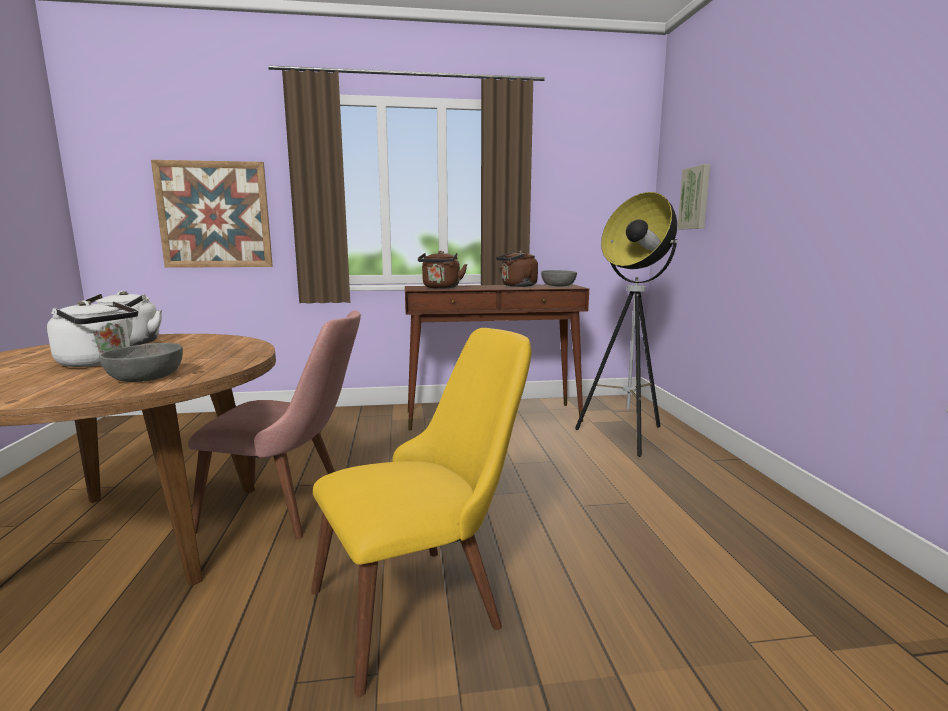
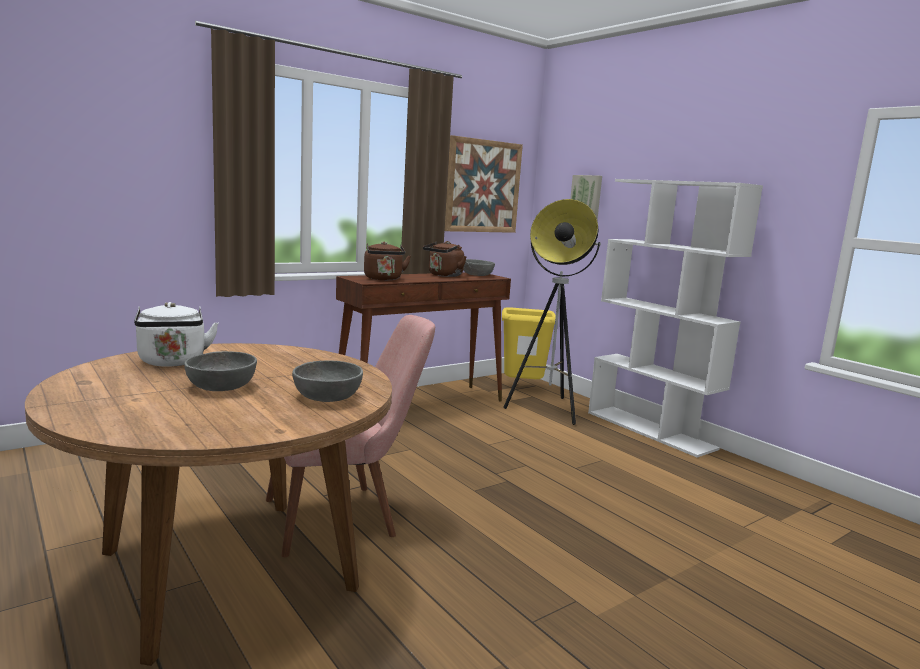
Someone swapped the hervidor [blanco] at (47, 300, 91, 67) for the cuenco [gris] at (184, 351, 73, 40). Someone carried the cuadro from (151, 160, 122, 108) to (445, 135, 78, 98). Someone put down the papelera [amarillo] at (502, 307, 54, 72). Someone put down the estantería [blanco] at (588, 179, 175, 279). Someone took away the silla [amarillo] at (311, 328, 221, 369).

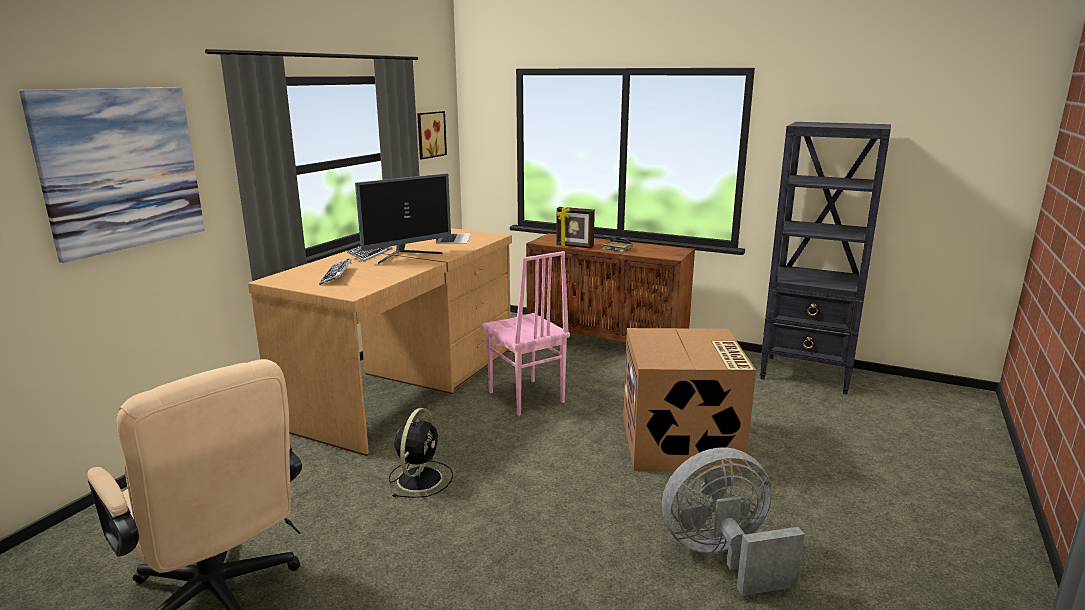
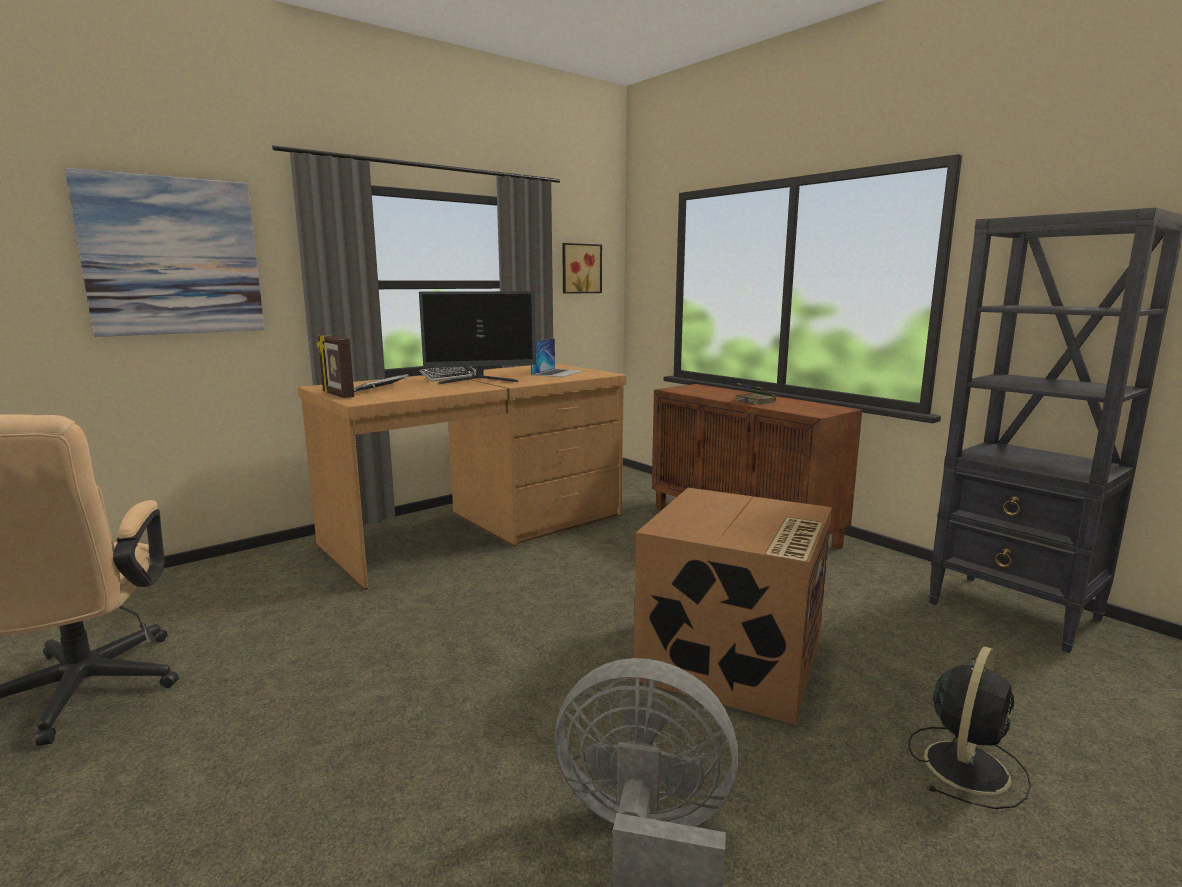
Someone carried the portarretratos from (556, 207, 39, 41) to (317, 334, 37, 64). Someone carried the ventilador [negro] from (389, 408, 64, 90) to (908, 646, 123, 163). Someone took away the silla [rosa] at (481, 251, 89, 165).

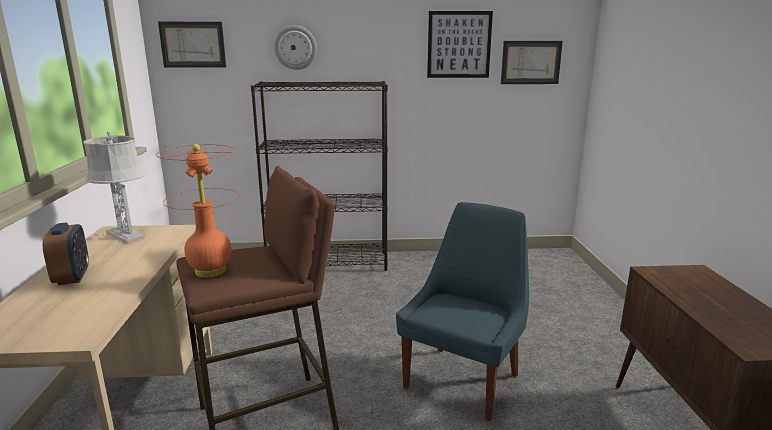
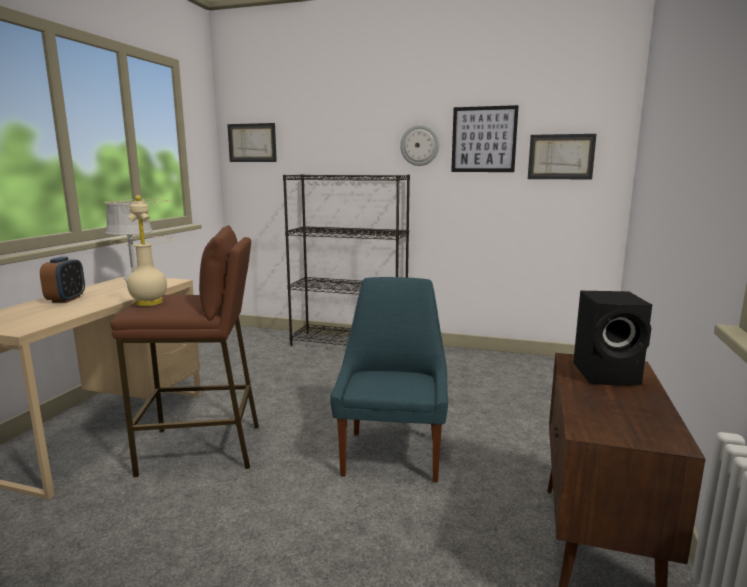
Someone repainted the lámpara de mesa [naranja] at (156, 144, 84, 133), which became the lámpara de mesa [beis] at (105, 195, 69, 111). Someone rotated the silla [azul] at (396, 202, 133, 219) by 45 degrees counterclockwise. Someone carried the reloj de pared from (274, 25, 43, 45) to (400, 125, 39, 41). Someone put down the altavoz [negro] at (573, 291, 79, 95).

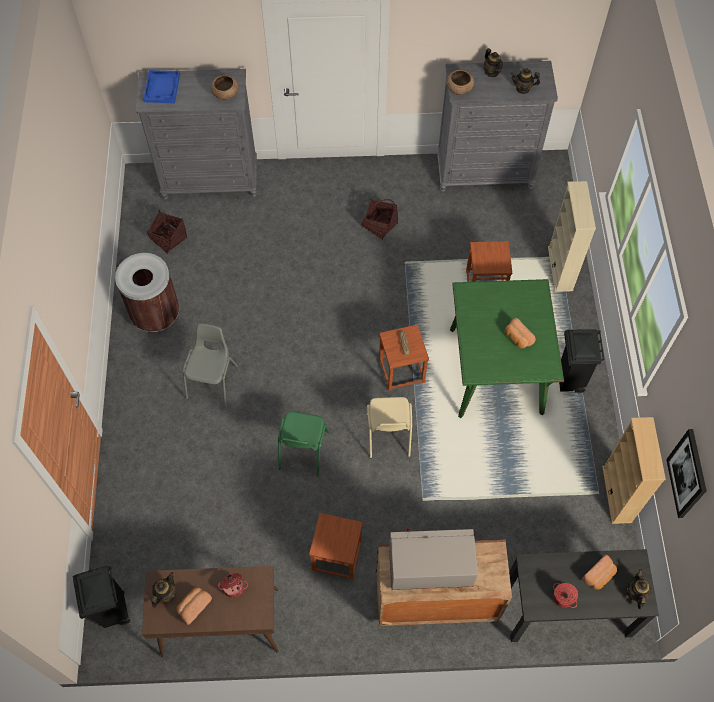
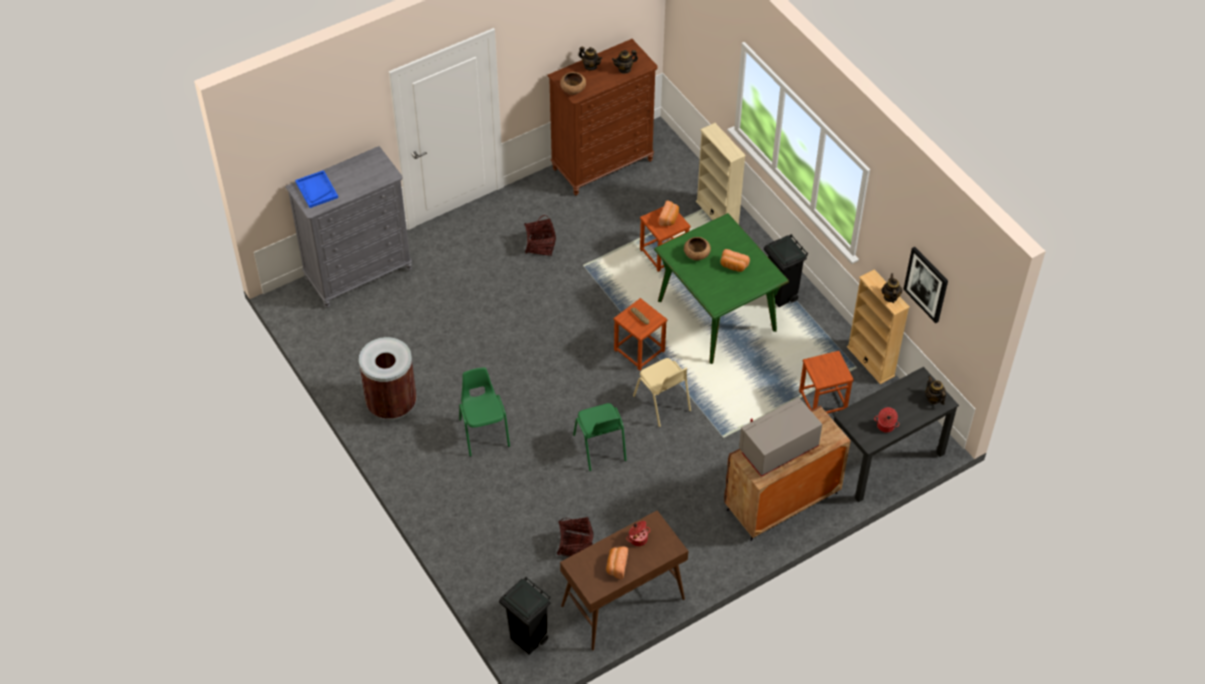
Someone repainted the silla [gris] at (183, 323, 55, 85), which became the silla [verde] at (459, 367, 51, 90). Someone repainted the cómoda [gris] at (437, 61, 121, 131), which became the cómoda [marrón] at (548, 39, 110, 157). Someone carried the cesta from (147, 210, 40, 44) to (557, 517, 37, 40). Someone carried the pan from (582, 555, 35, 35) to (659, 201, 20, 25). Someone carried the cuenco [marrón] from (211, 75, 28, 25) to (684, 237, 27, 24). Someone carried the taburete [marrón] from (309, 513, 54, 67) to (799, 351, 55, 63). Someone carried the tetera from (151, 572, 25, 36) to (881, 273, 22, 30).

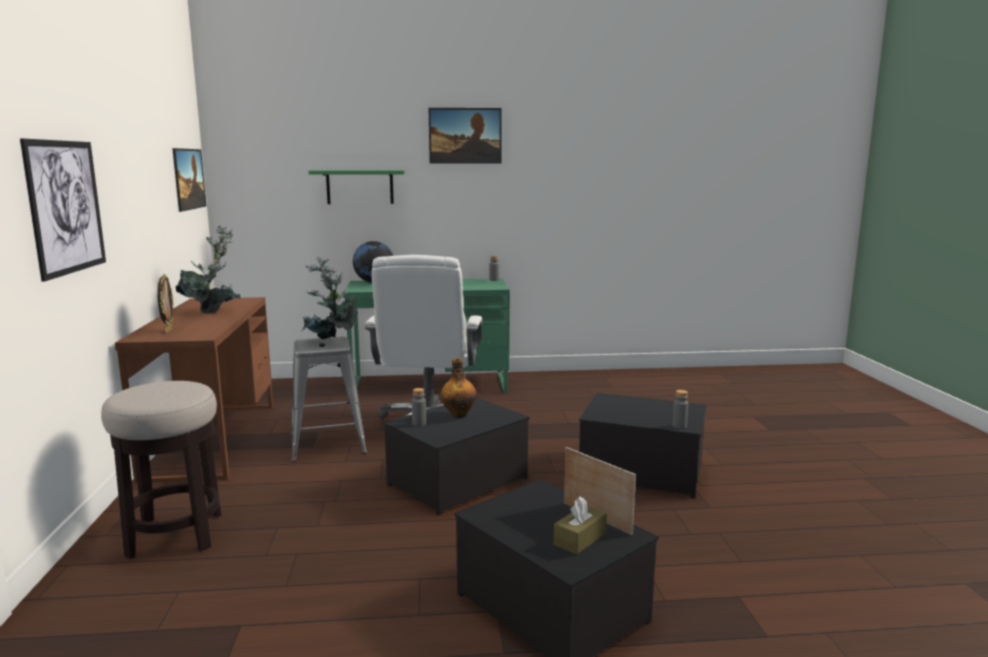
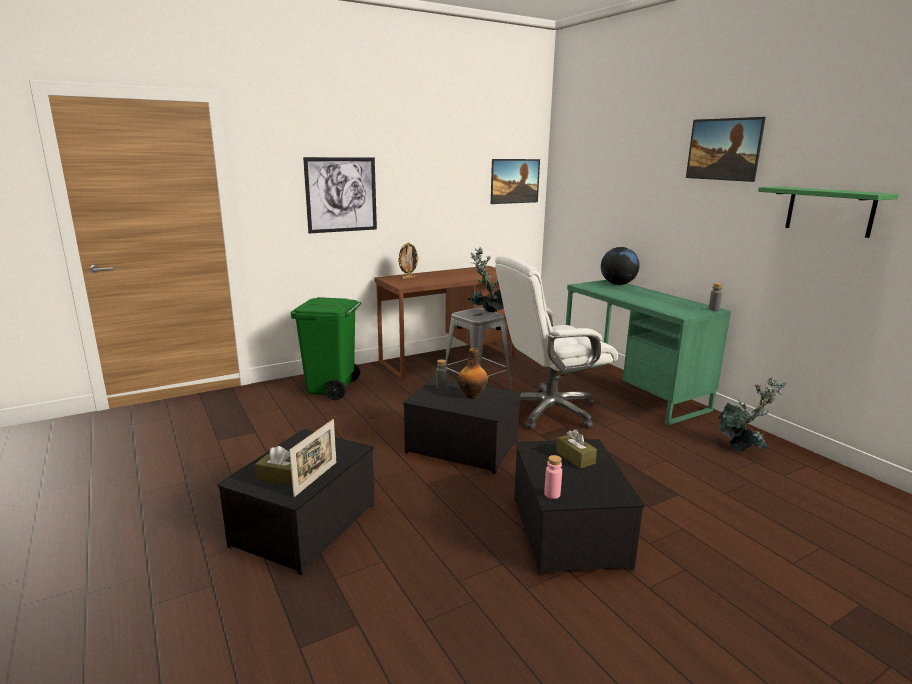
Someone swapped the taburete at (101, 381, 120, 178) for the papelera [verde] at (291, 297, 70, 103). Someone repainted the botella [gris] at (672, 390, 16, 39), which became the botella [rosa] at (544, 455, 18, 44). Someone put down the caja de pañuelos [marrón] at (556, 429, 41, 40). Someone carried the planta en maceta from (176, 226, 65, 88) to (719, 377, 67, 75). Someone carried the estante [verde] from (309, 170, 96, 34) to (758, 187, 141, 51).

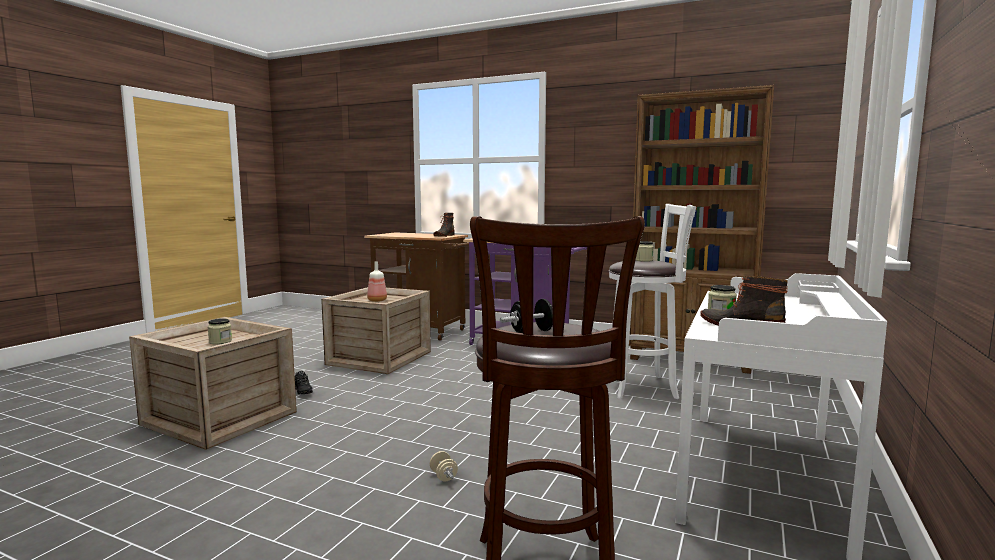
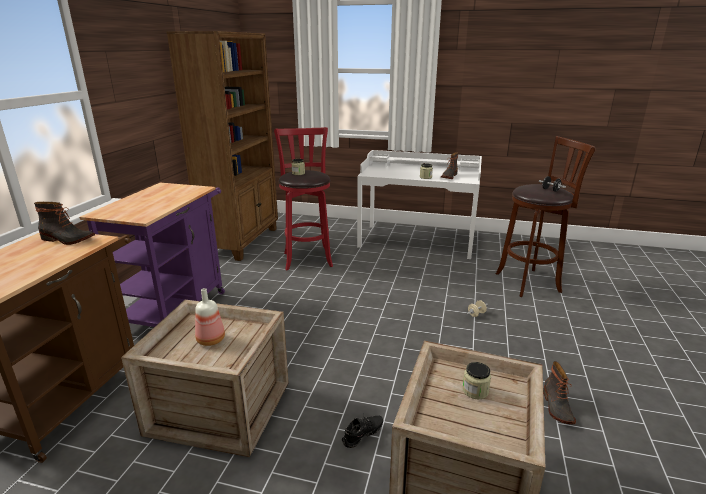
Someone repainted the taburete [blanco] at (609, 204, 87, 195), which became the taburete [rojo] at (274, 127, 59, 143). Someone put down the bota at (543, 361, 33, 63).

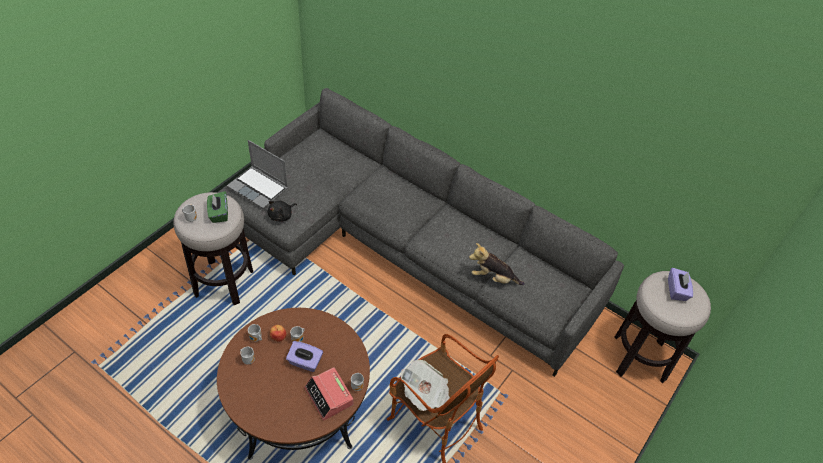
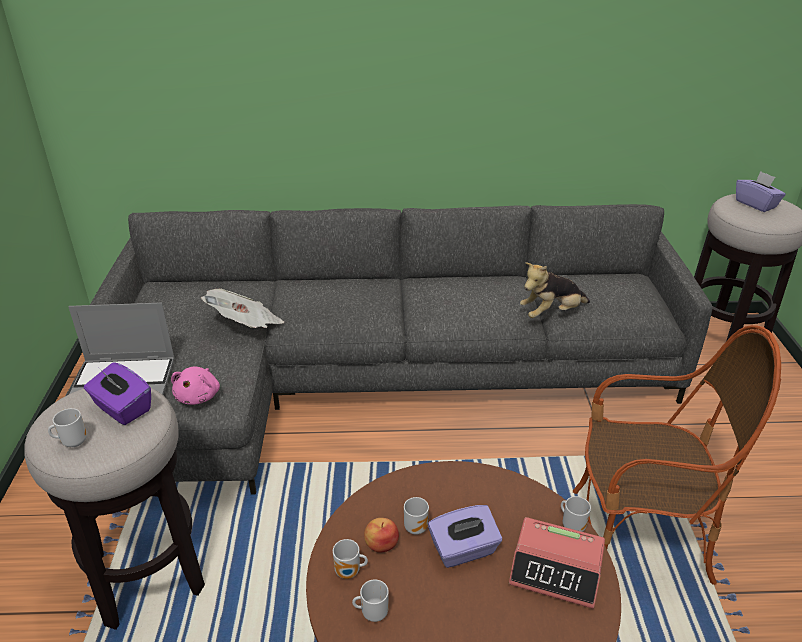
Someone repainted the caja de pañuelos [verde] at (207, 191, 21, 32), which became the caja de pañuelos [morado] at (84, 362, 67, 63). Someone repainted the peluche [negro] at (268, 201, 29, 21), which became the peluche [rosa] at (171, 366, 49, 39). Someone carried the periódico from (401, 360, 49, 51) to (201, 289, 83, 39).

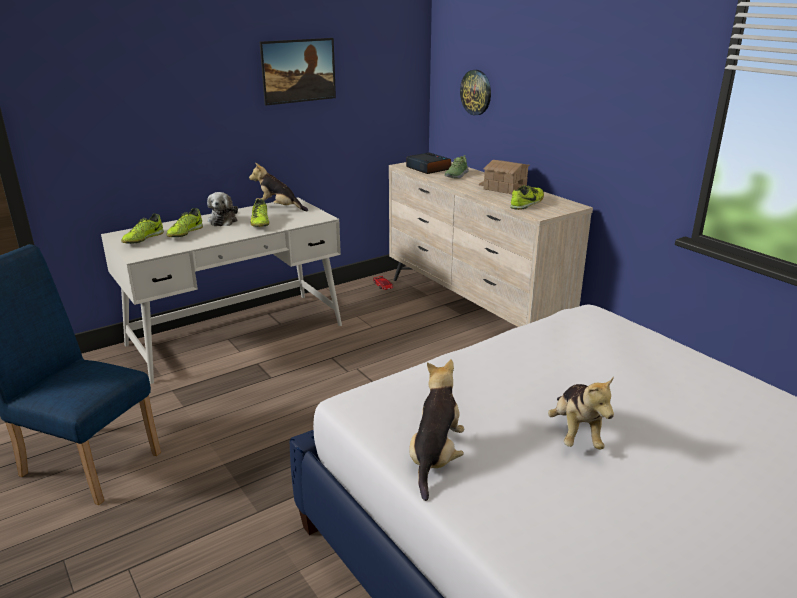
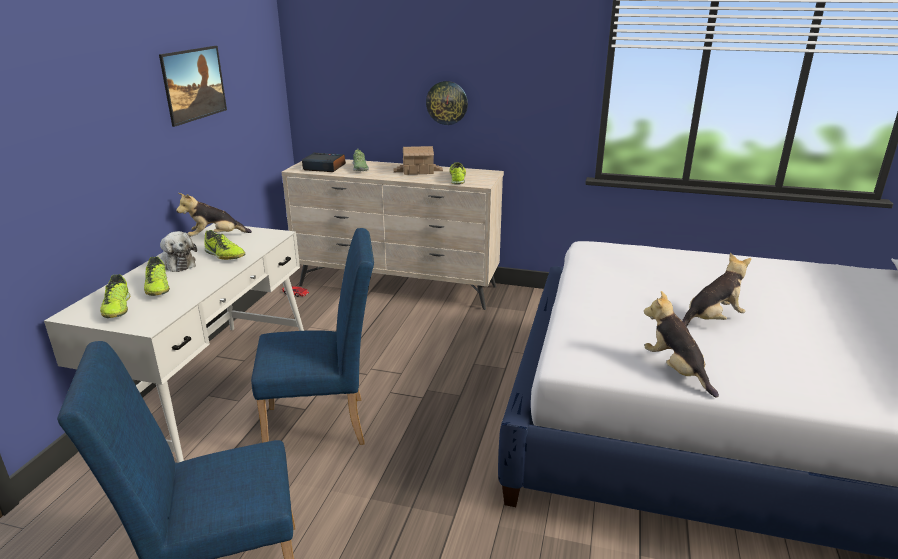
Someone put down the silla [azul] at (251, 228, 123, 217). Someone carried the reloj de pared from (460, 70, 31, 45) to (426, 81, 42, 44). Someone rotated the peluche at (548, 377, 66, 72) by 75 degrees counterclockwise.

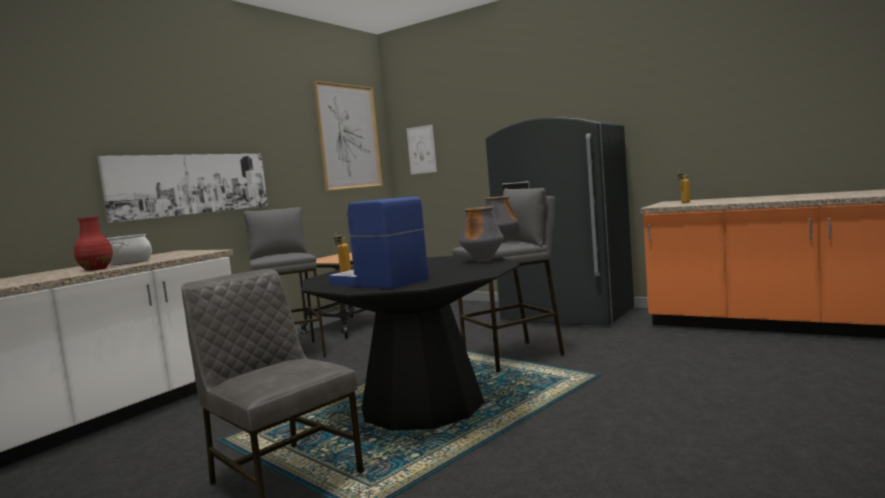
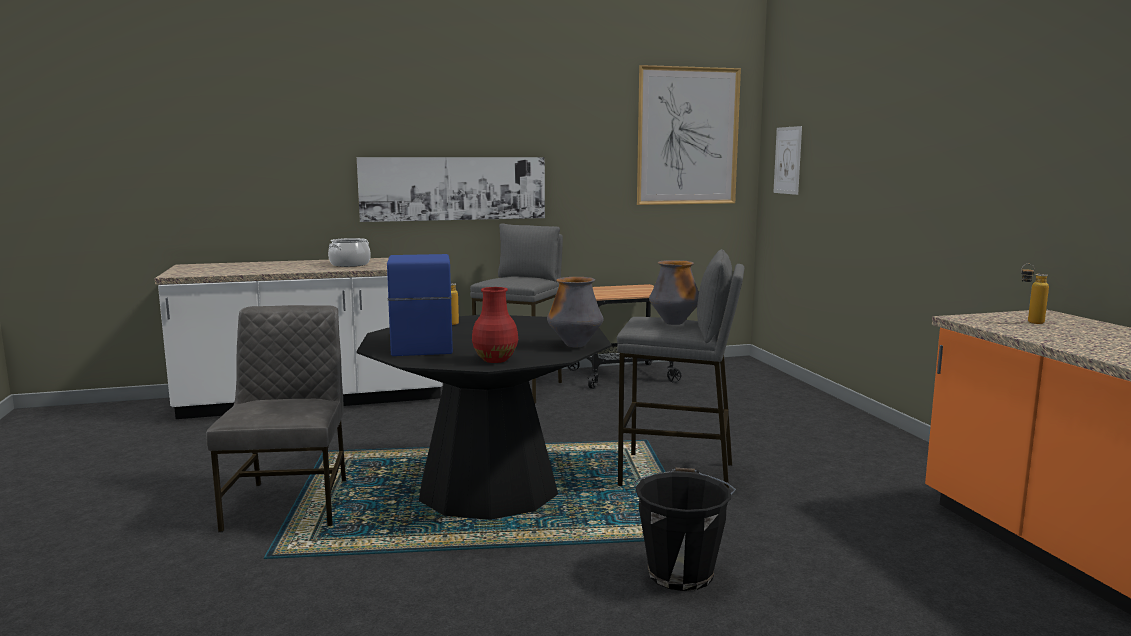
Someone carried the florero [rojo] from (74, 216, 39, 55) to (472, 287, 46, 76). Someone put down the cubo [negro] at (634, 467, 102, 124). Someone took away the nevera [gris] at (486, 118, 148, 208).

